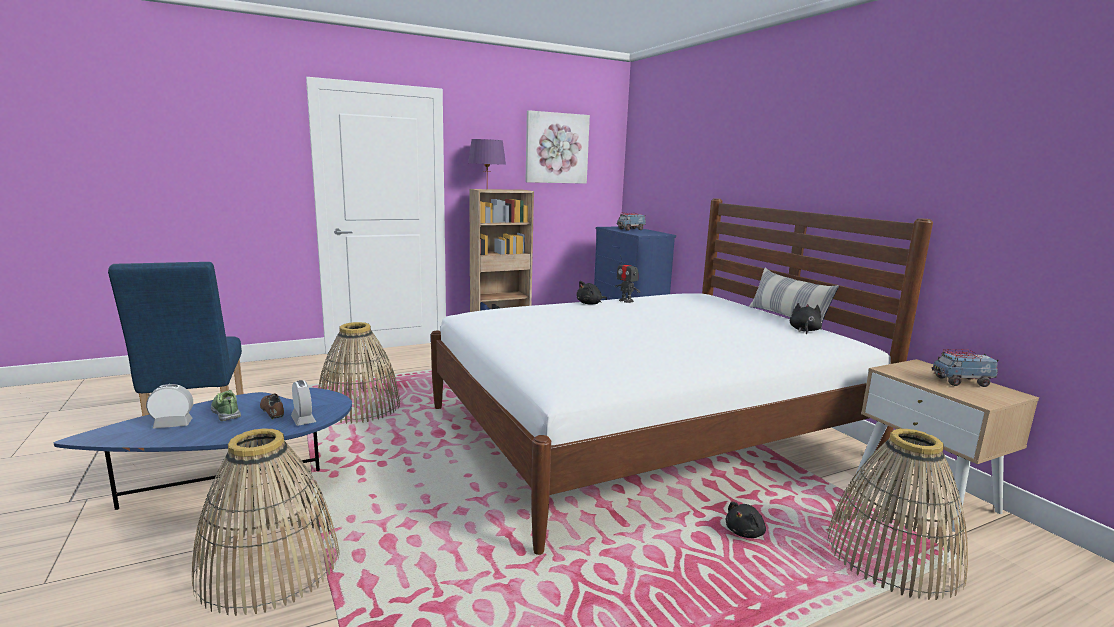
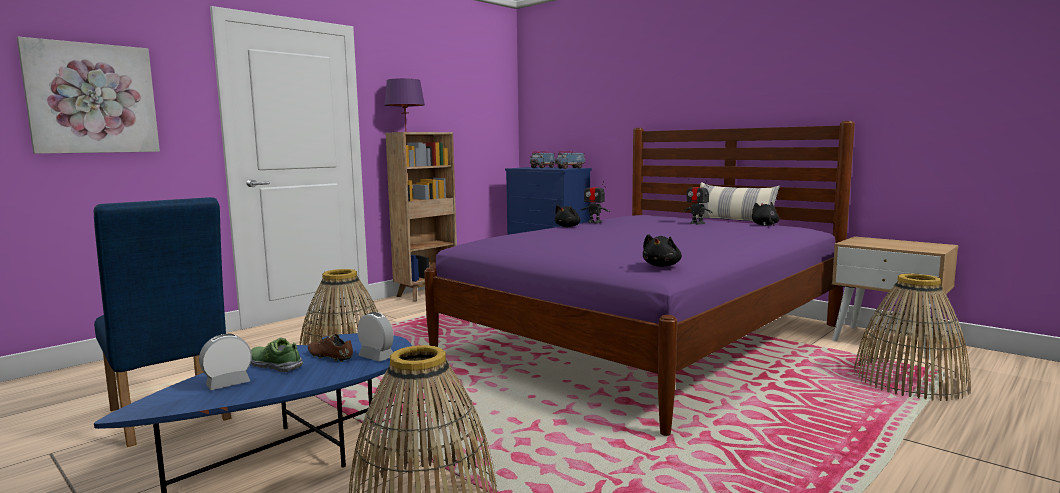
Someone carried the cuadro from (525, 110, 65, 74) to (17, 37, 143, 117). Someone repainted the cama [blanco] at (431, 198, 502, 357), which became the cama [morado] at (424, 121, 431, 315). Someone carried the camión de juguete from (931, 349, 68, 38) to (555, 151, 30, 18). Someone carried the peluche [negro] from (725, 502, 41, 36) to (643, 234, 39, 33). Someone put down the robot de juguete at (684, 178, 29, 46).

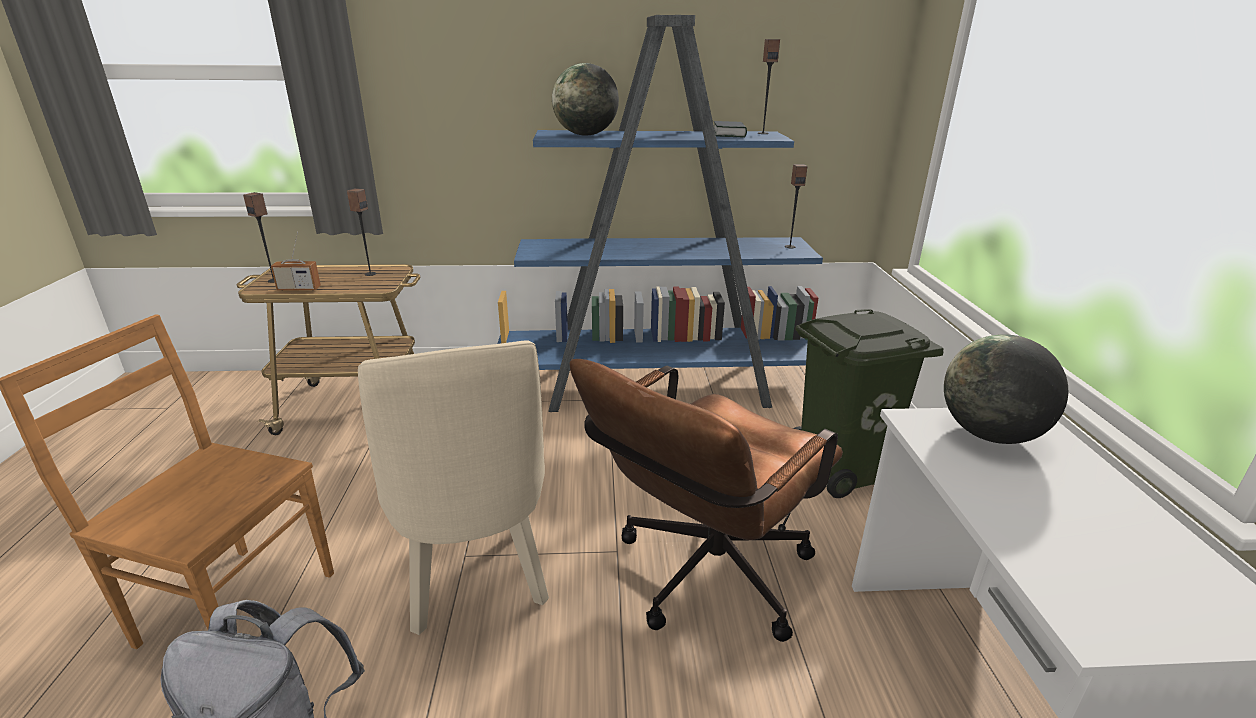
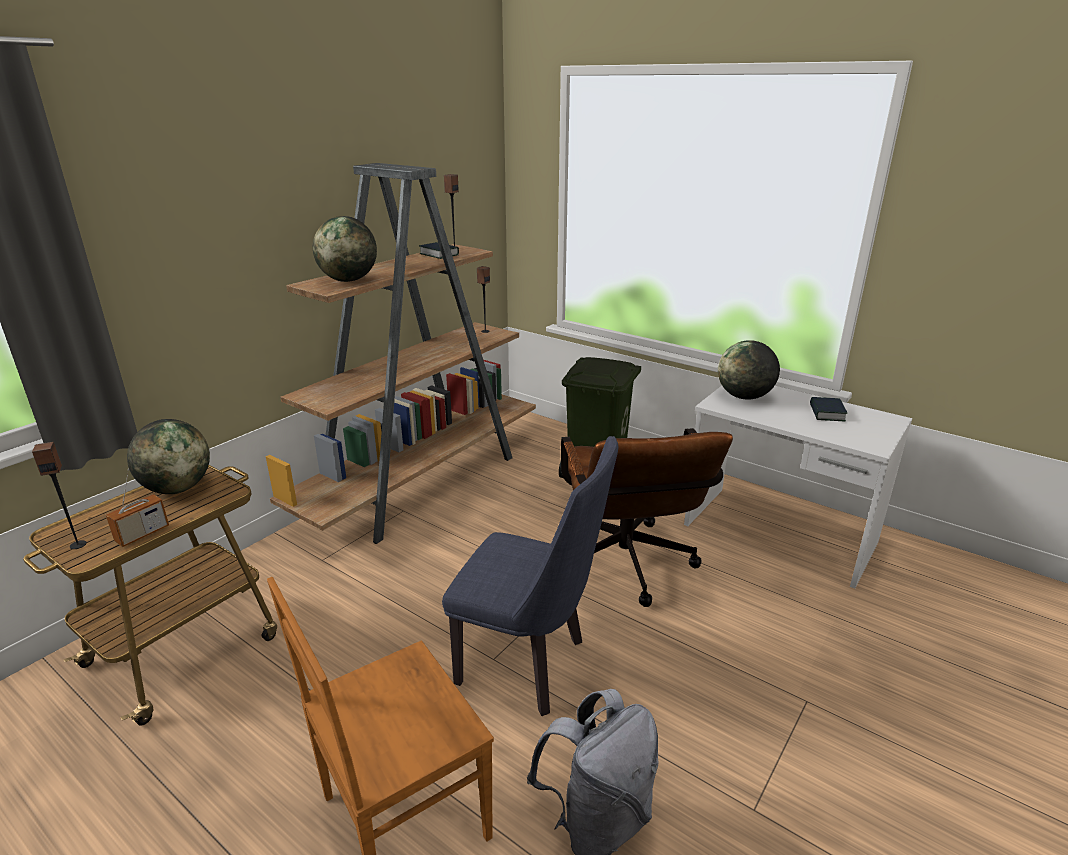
Someone swapped the altavoz at (347, 188, 29, 88) for the globo terráqueo at (127, 419, 83, 75). Someone repainted the estantería [azul] at (498, 15, 325, 397), which became the estantería [marrón] at (266, 163, 270, 381). Someone repainted the silla [beis] at (358, 341, 191, 294), which became the silla [azul] at (442, 436, 177, 280). Someone put down the libro at (810, 397, 37, 24).

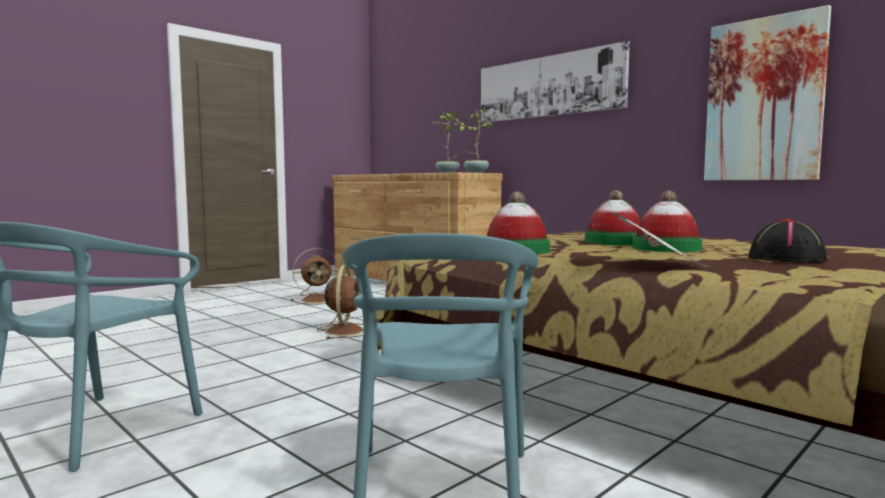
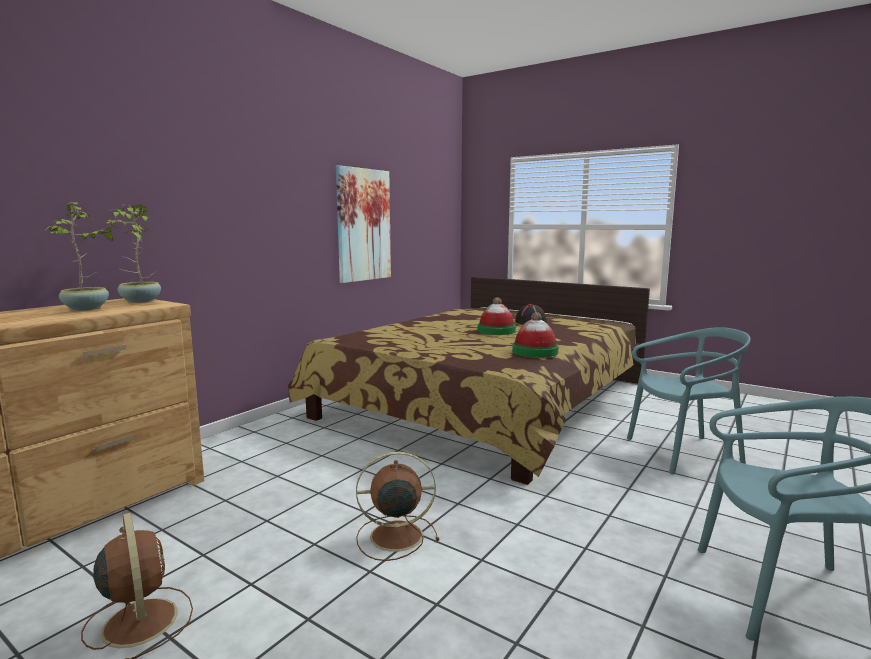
Someone took away the cuadro at (481, 41, 149, 82). Someone took away the sombrero at (585, 190, 55, 55). Someone took away the periódico at (610, 212, 100, 55).

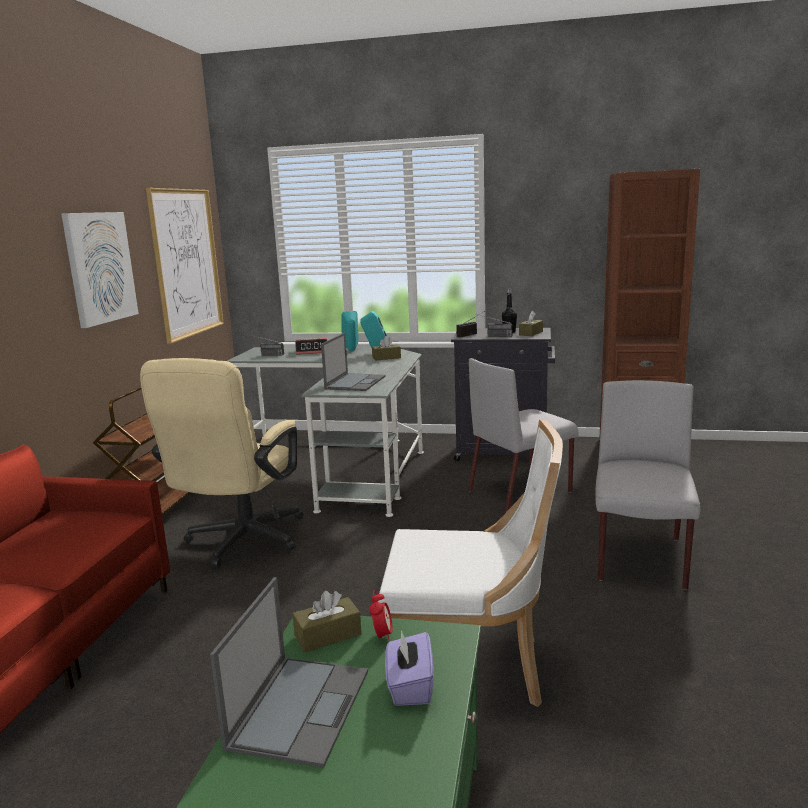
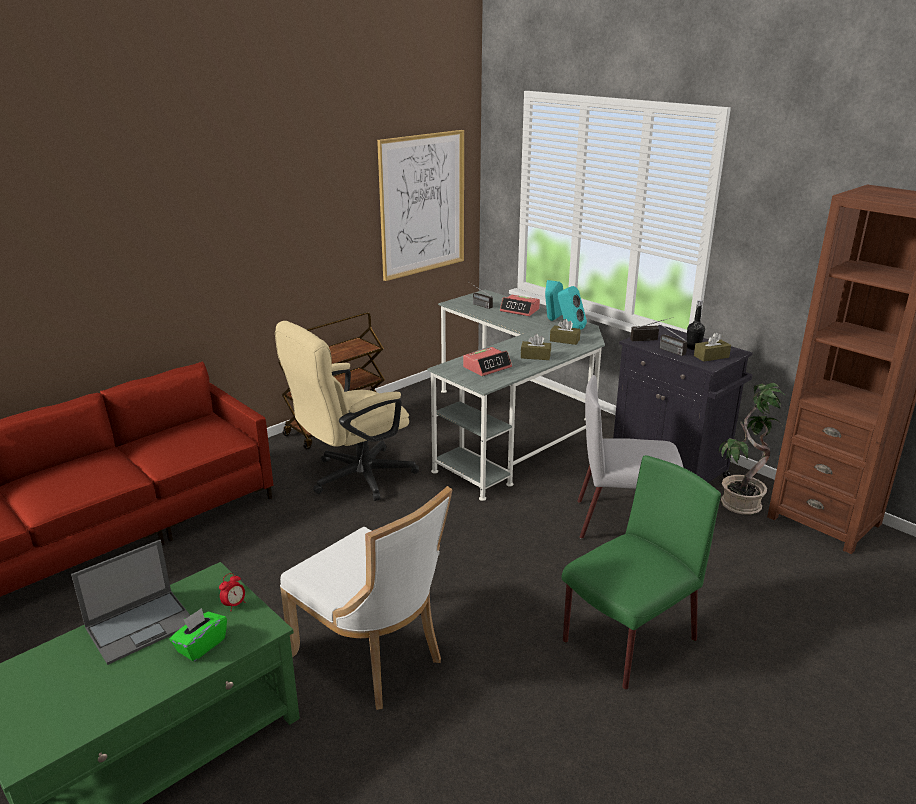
Someone repainted the caja de pañuelos [morado] at (385, 630, 49, 76), which became the caja de pañuelos [verde] at (169, 608, 58, 53). Someone swapped the portátil at (321, 333, 64, 58) for the despertador at (463, 347, 49, 29). Someone carried the caja de pañuelos [marrón] from (293, 591, 68, 62) to (521, 334, 30, 26). Someone repainted the silla [gris] at (595, 380, 105, 210), which became the silla [verde] at (562, 455, 159, 235). Someone put down the planta en maceta at (719, 383, 67, 132). Someone took away the cuadro at (61, 212, 78, 116).

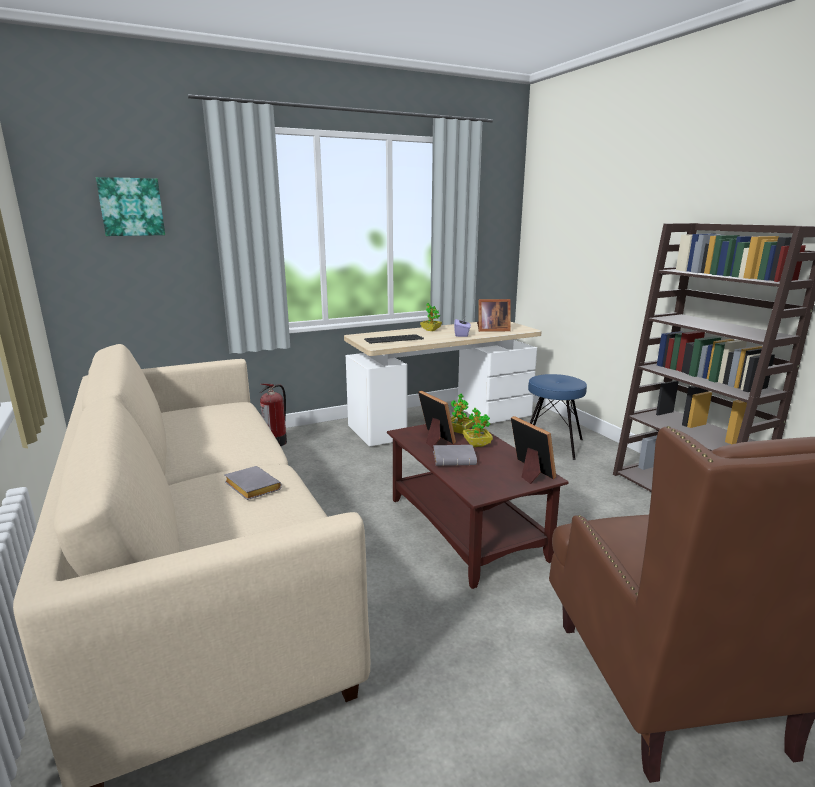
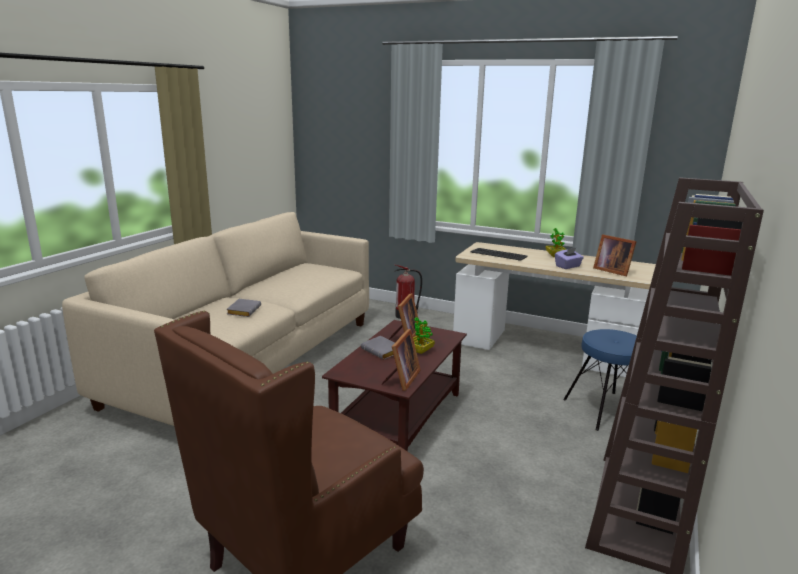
Someone took away the cuadro at (96, 177, 69, 59). Someone took away the planta en maceta at (451, 393, 24, 41).

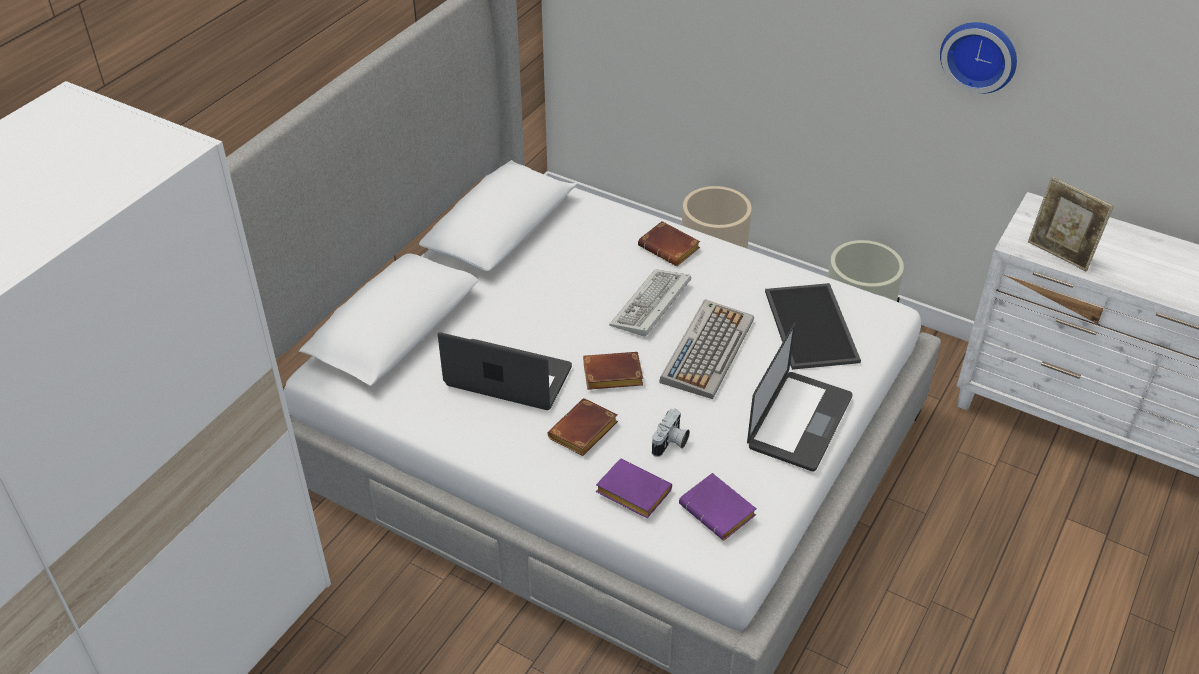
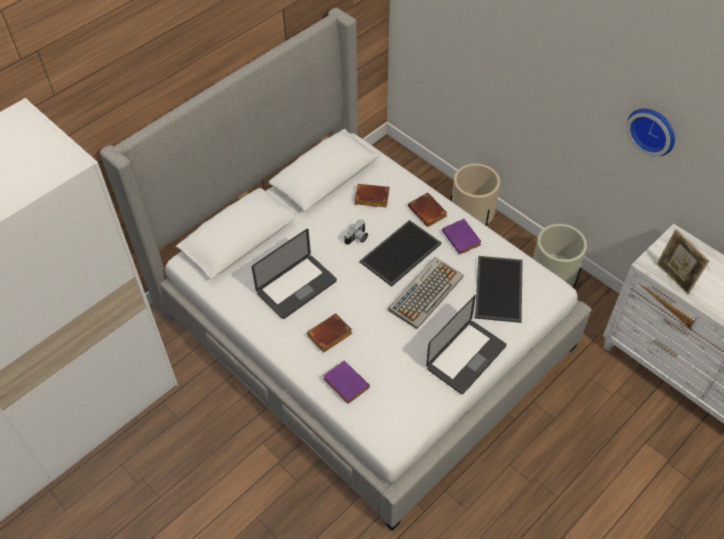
Someone rotated the portátil at (438, 332, 134, 78) by 105 degrees clockwise. Someone carried the cámara from (652, 409, 38, 48) to (344, 219, 24, 26). Someone carried the libro [marrón] from (583, 352, 60, 38) to (354, 184, 35, 23). Someone swapped the teclado at (609, 269, 82, 67) for the bandeja at (360, 220, 82, 67). Someone carried the libro [morado] from (679, 473, 78, 67) to (442, 219, 40, 35).

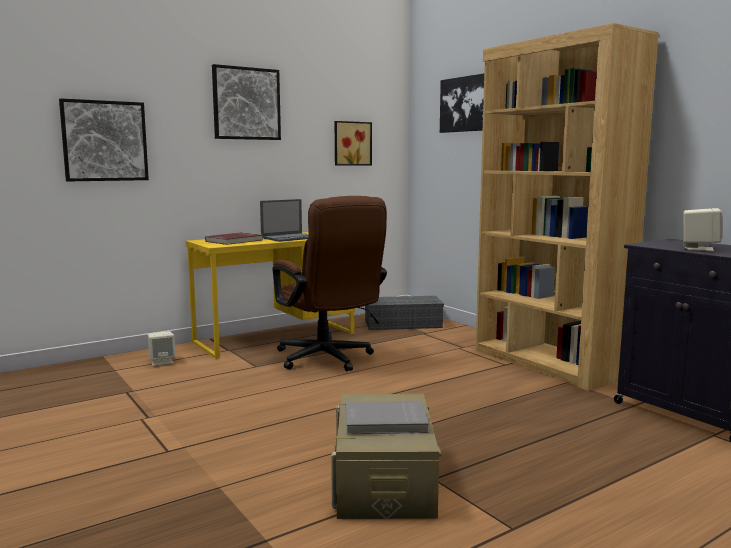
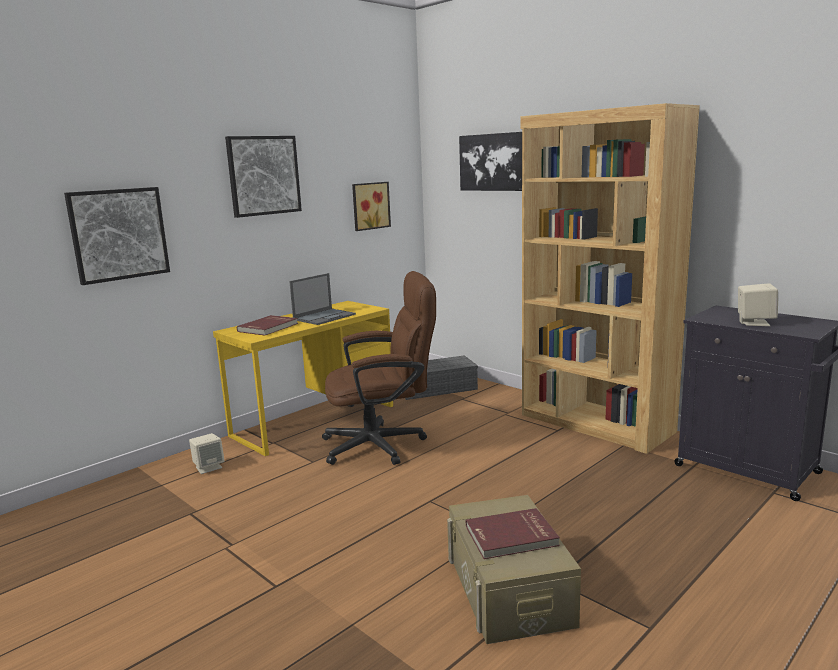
Someone rotated the silla de oficina [marrón] at (273, 196, 114, 176) by 60 degrees counterclockwise. Someone repainted the libro [gris] at (346, 401, 83, 33), which became the libro [rojo] at (466, 508, 94, 51).

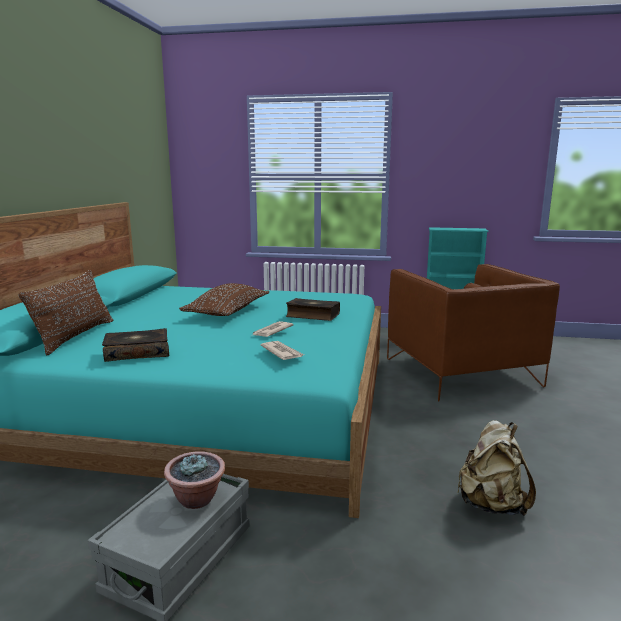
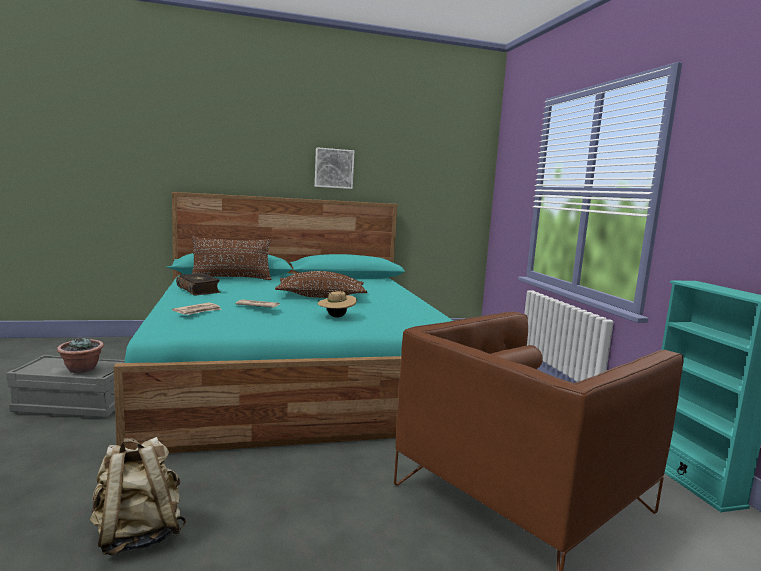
Someone put up the cuadro at (315, 147, 39, 42). Someone swapped the libro at (286, 298, 54, 23) for the sombrero [beis] at (318, 290, 39, 28).

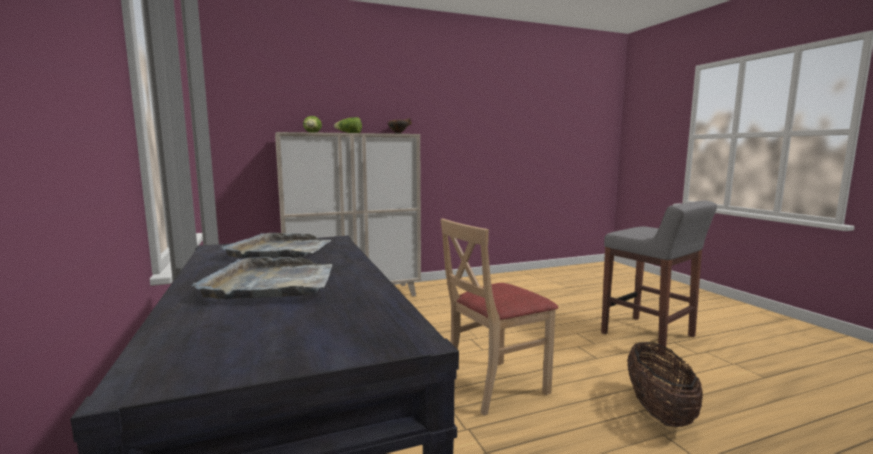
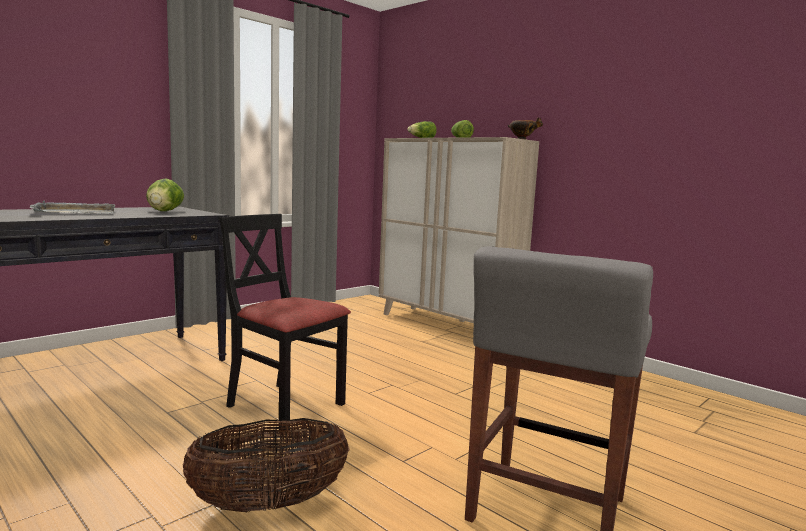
Someone swapped the bandeja [gris] at (221, 233, 110, 25) for the lechuga at (146, 179, 38, 32). Someone repainted the silla [beis] at (440, 218, 118, 198), which became the silla [negro] at (219, 214, 132, 219).

